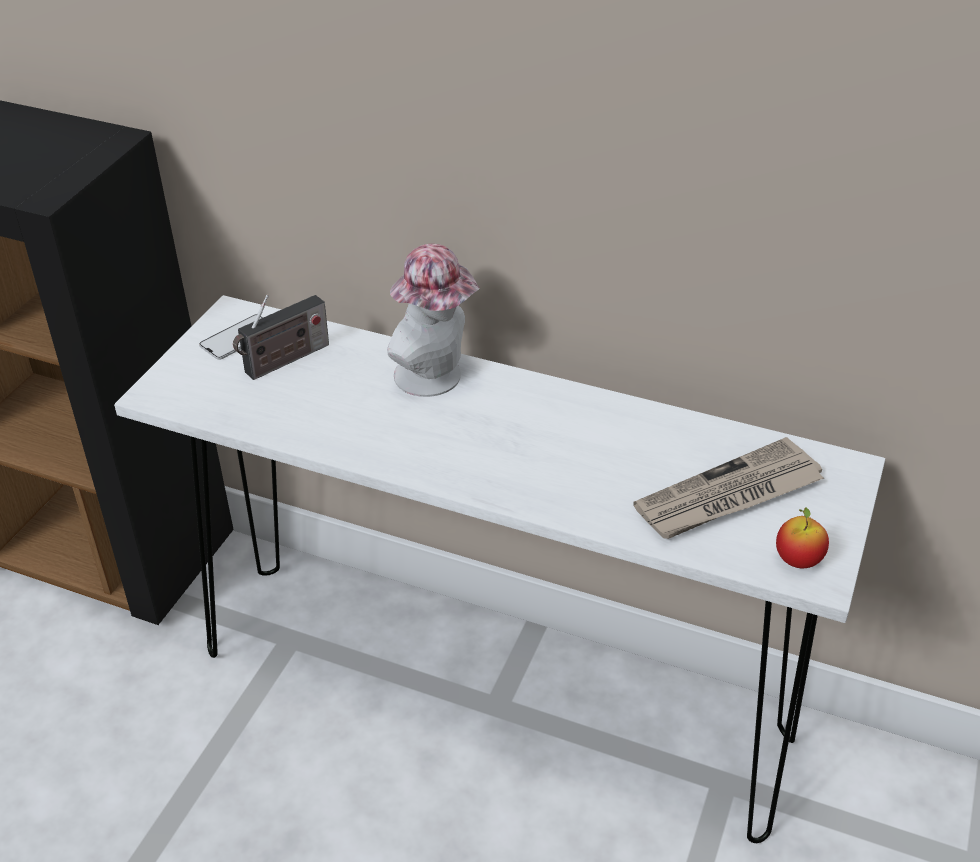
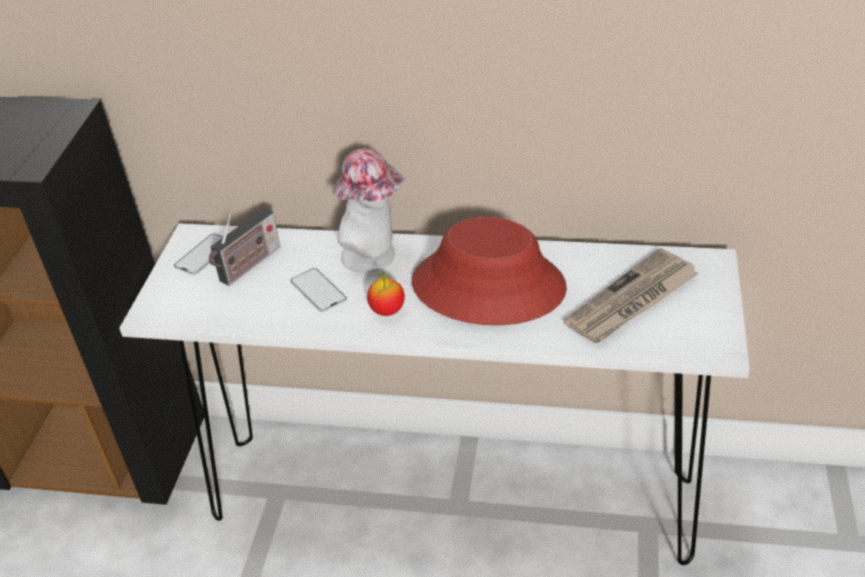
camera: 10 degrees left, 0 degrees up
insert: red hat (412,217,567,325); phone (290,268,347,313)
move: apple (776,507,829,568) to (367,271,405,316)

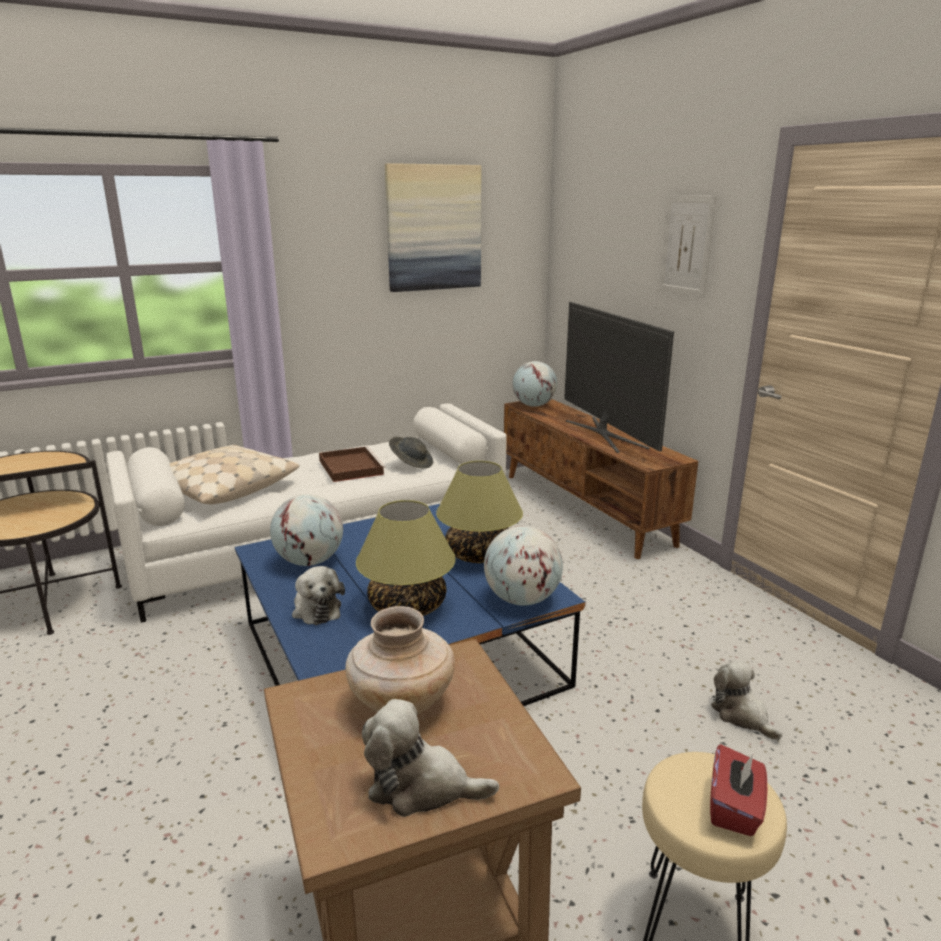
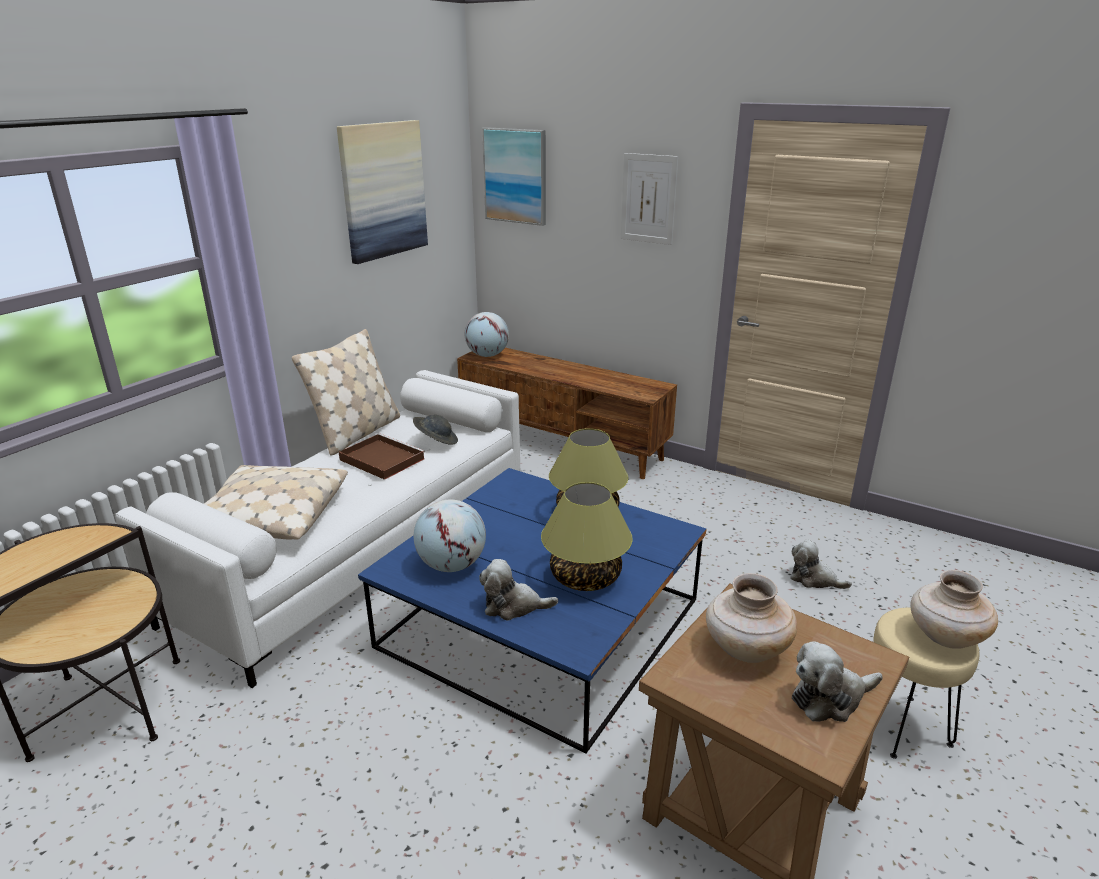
camera: 30 degrees left, 5 degrees up
delete: television (564,302,674,453); globe (484,526,563,606)
insert: picture (482,127,546,226); beige pillow (292,329,400,455)
replace: red tissue box (710,744,767,836) to beige vase (910,570,998,649)
rotate: plush toy (292,566,345,625) = (479,559,558,621) 150 degrees clockwise

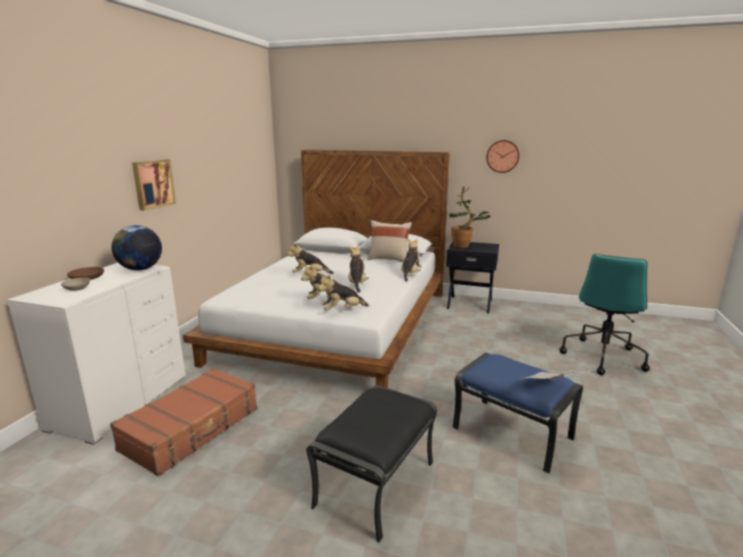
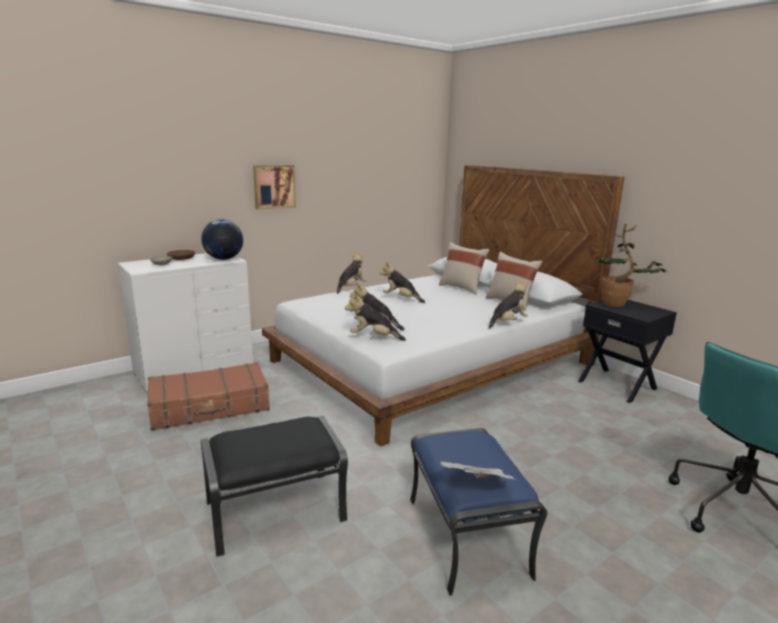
camera: 35 degrees right, 0 degrees up
delete: wall clock (486,140,520,173)
insert: beige pillow (439,242,490,294)
move: plush toy (348,246,369,293) to (337,251,366,294)

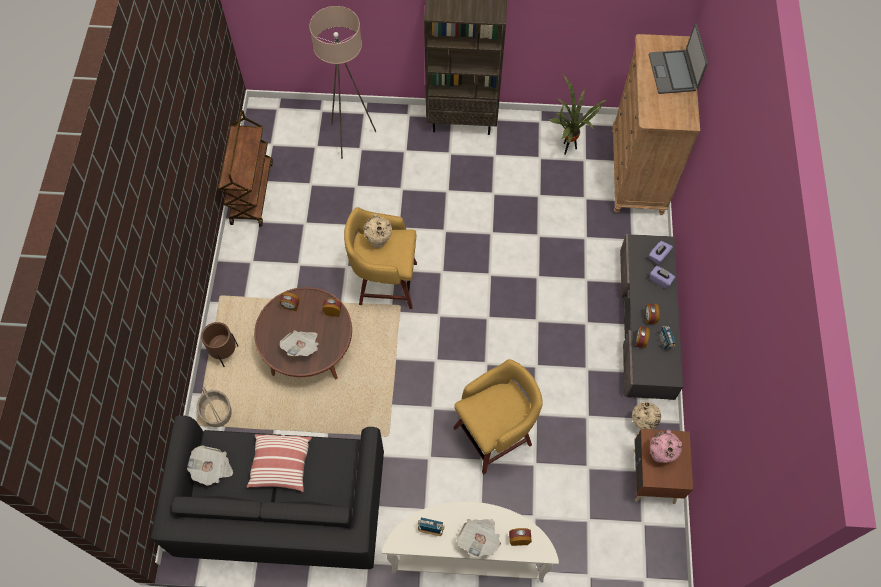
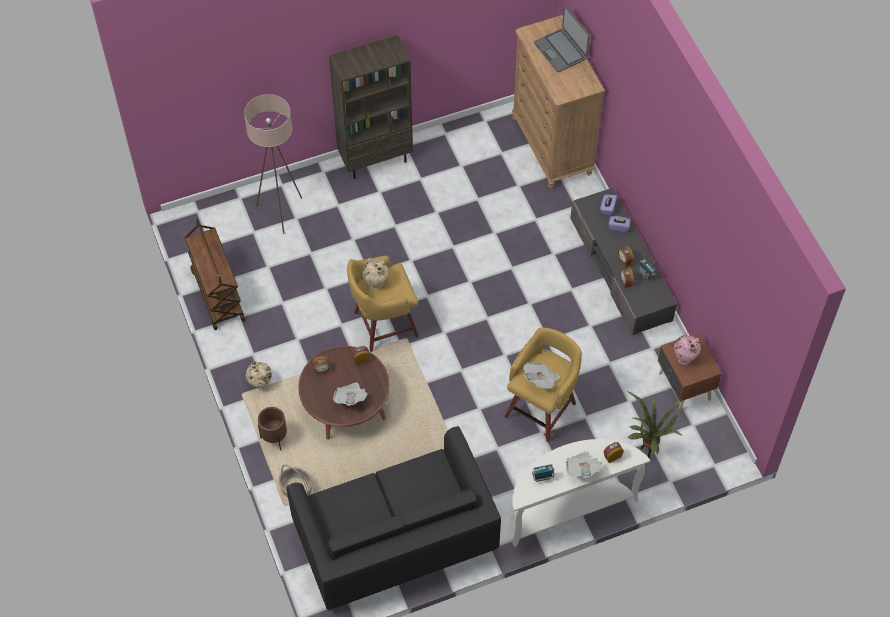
camera: 25 degrees left, 5 degrees down
delete: pillow (247,434,312,492)
move: potted plant (549,75,608,155) to (627,392,683,458); beige vase (632,402,661,429) to (246,361,272,387); newspaper (187,445,233,486) to (523,363,560,389)

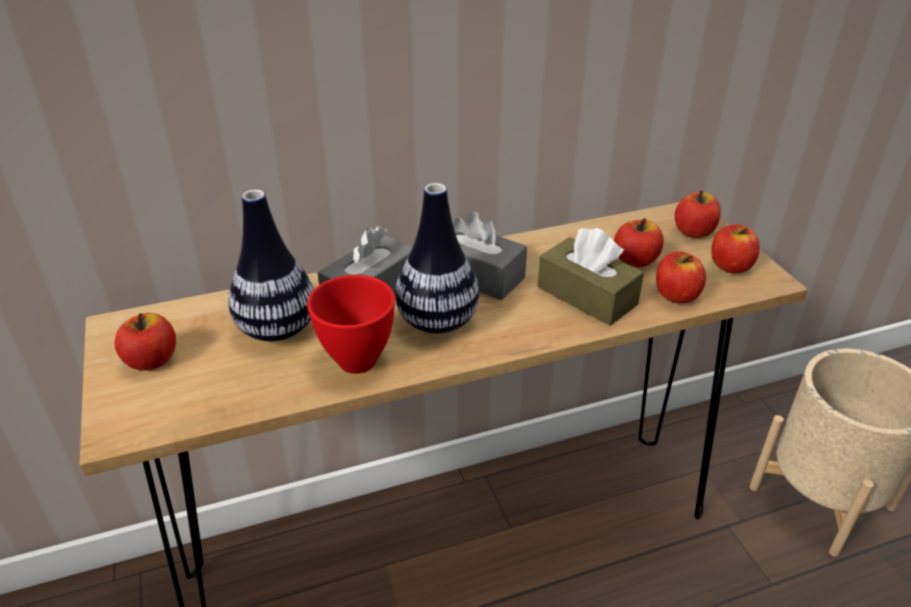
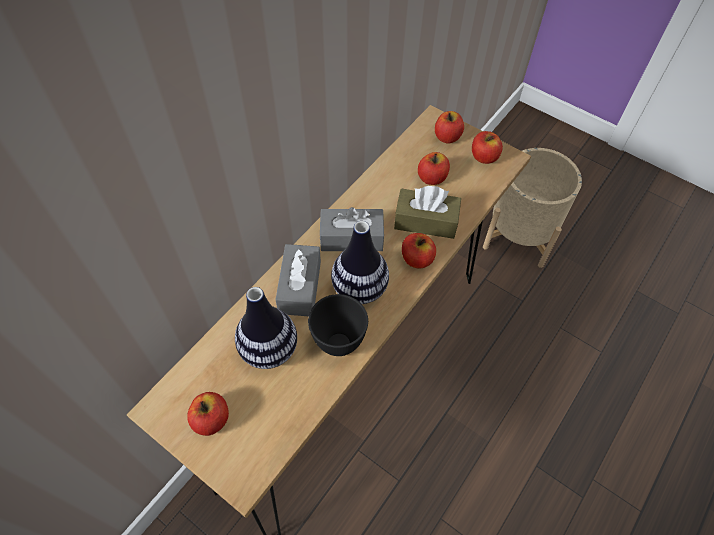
camera: 35 degrees left, 20 degrees up
move: apple (656,251,706,303) to (402,233,436,268)
recolor: red bowl (307,275,395,374) to black bowl (308,294,368,356)

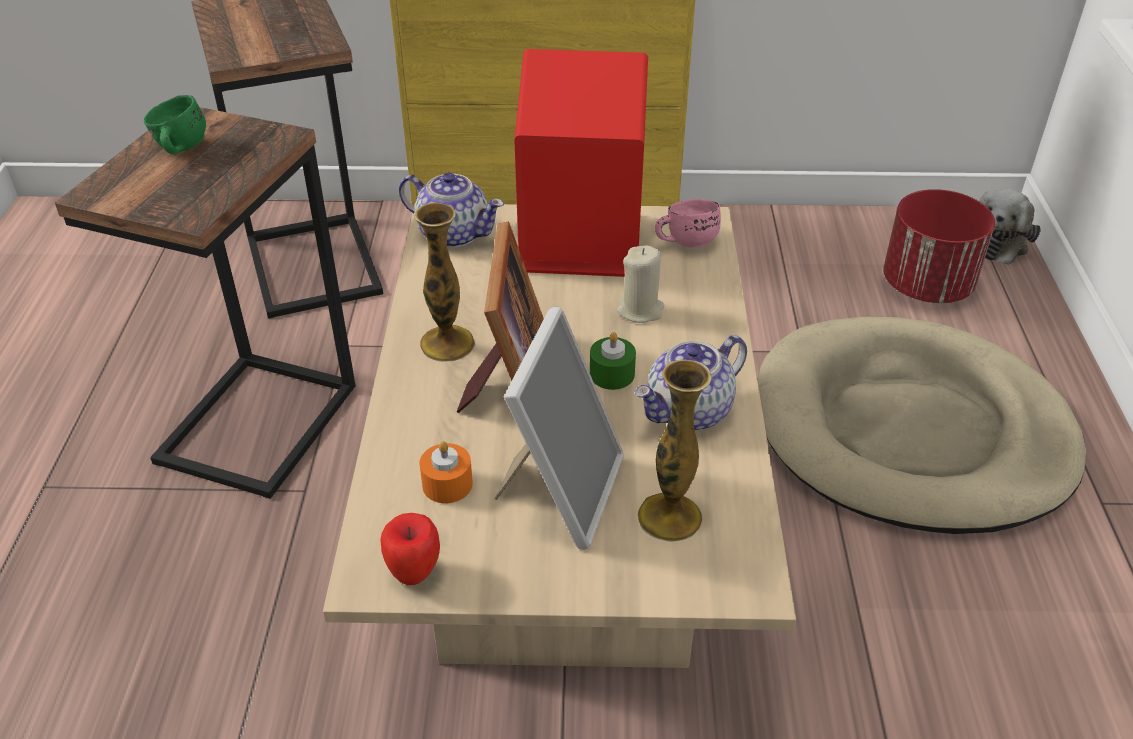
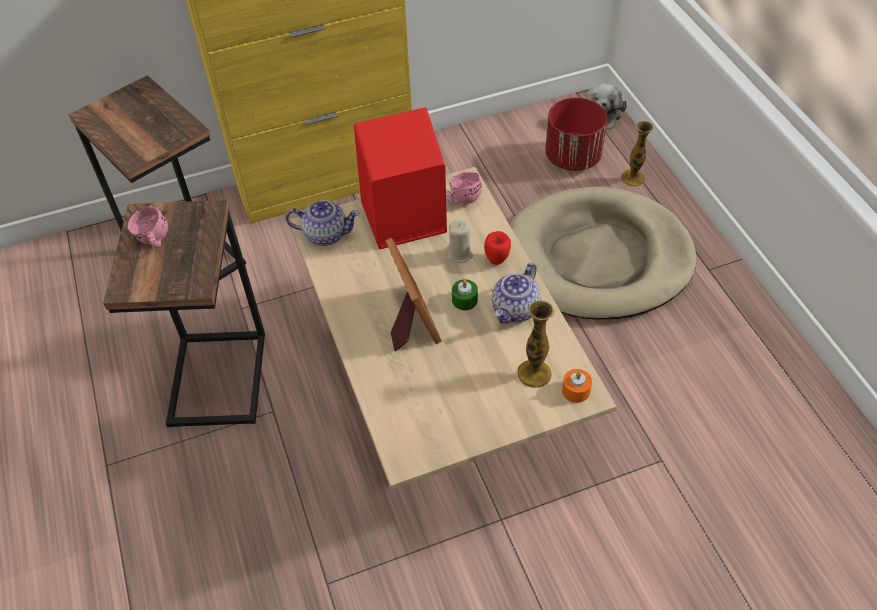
camera: 20 degrees left, 10 degrees up
delete: picture frame (495,307,624,550)
move: vase (414,202,476,362) to (621,121,654,187); orange candle (419,441,473,503) to (562,369,592,403); apple (380,513,440,585) to (484,231,511,265)
recolor: green mug (144,95,206,154) to pink mug (128,206,168,248)

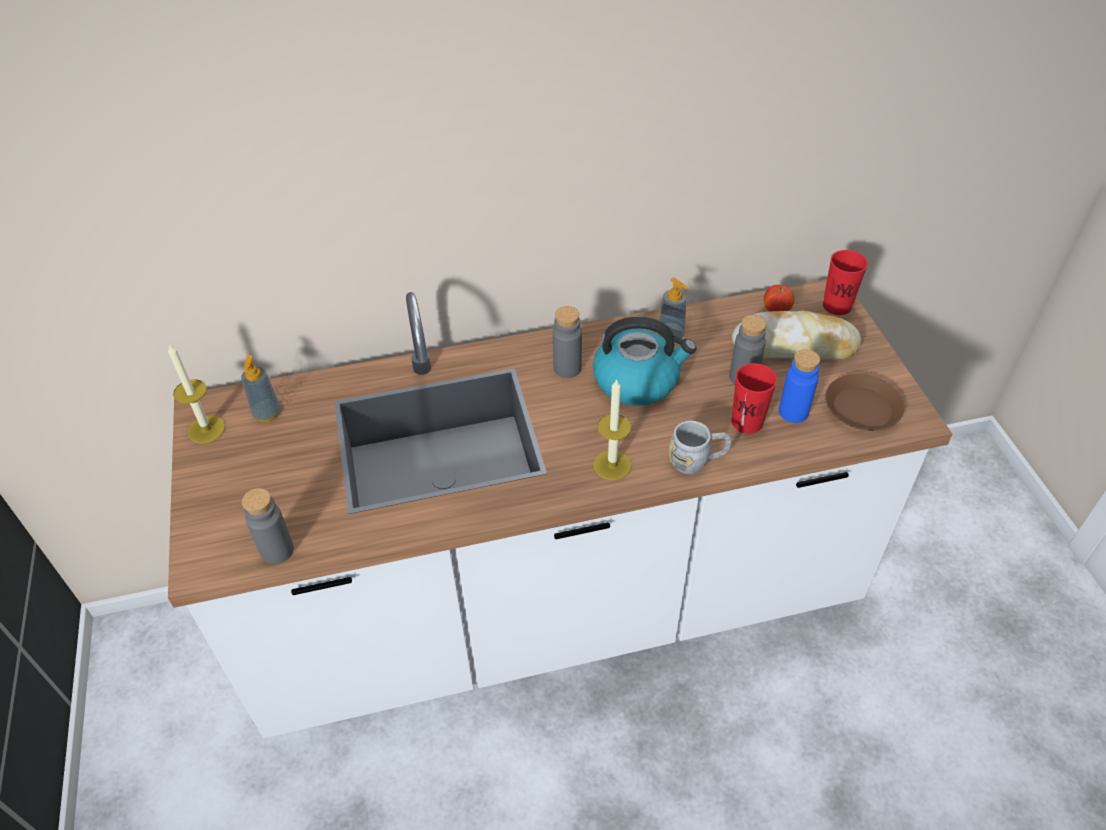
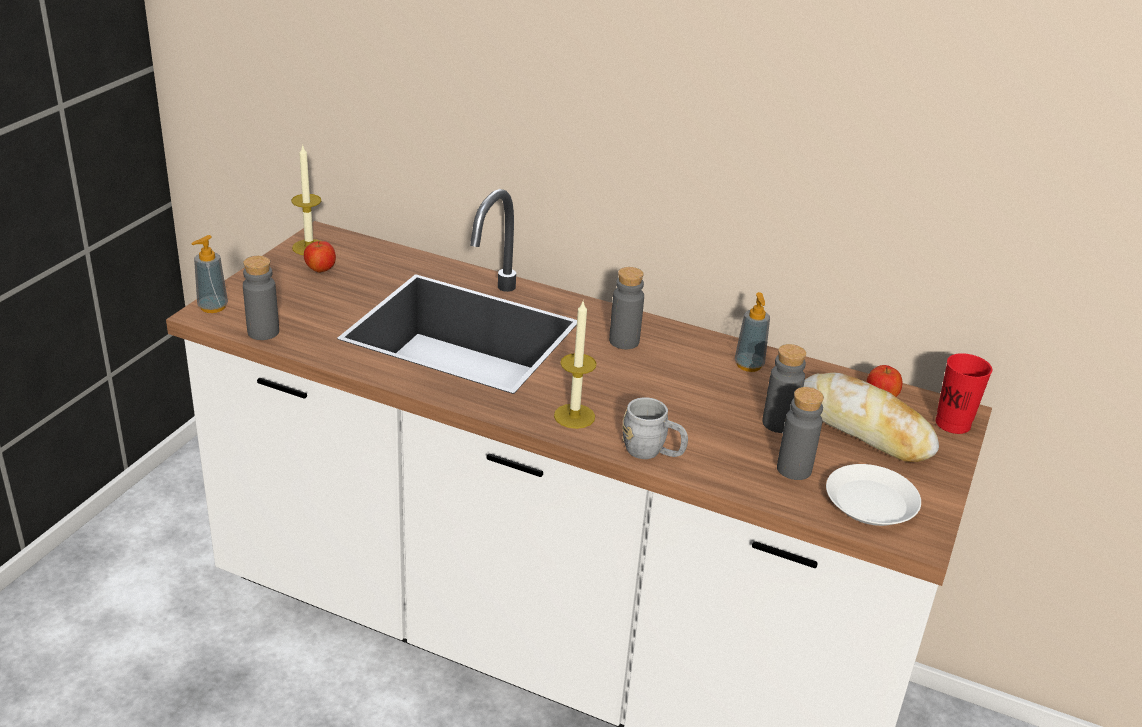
camera: 35 degrees right, 15 degrees down
delete: kettle (593,317,696,406); red cup (731,363,777,434)
insert: apple (304,241,336,273)
move: soap dispenser (241,355,280,422) to (191,235,228,313)
recolor: blue bottle (779,349,820,423) to grey bottle (777,387,824,480); brown plate (825,374,904,431) to white plate (826,464,921,526)

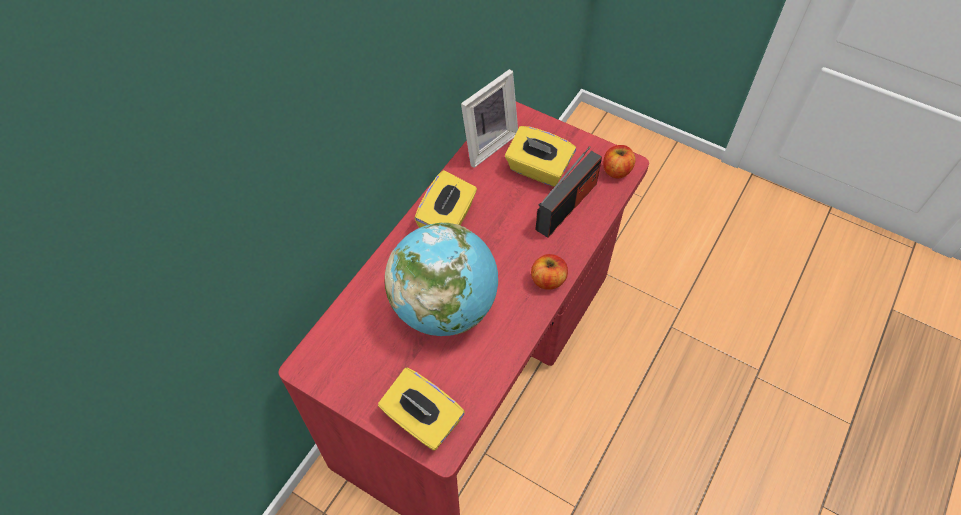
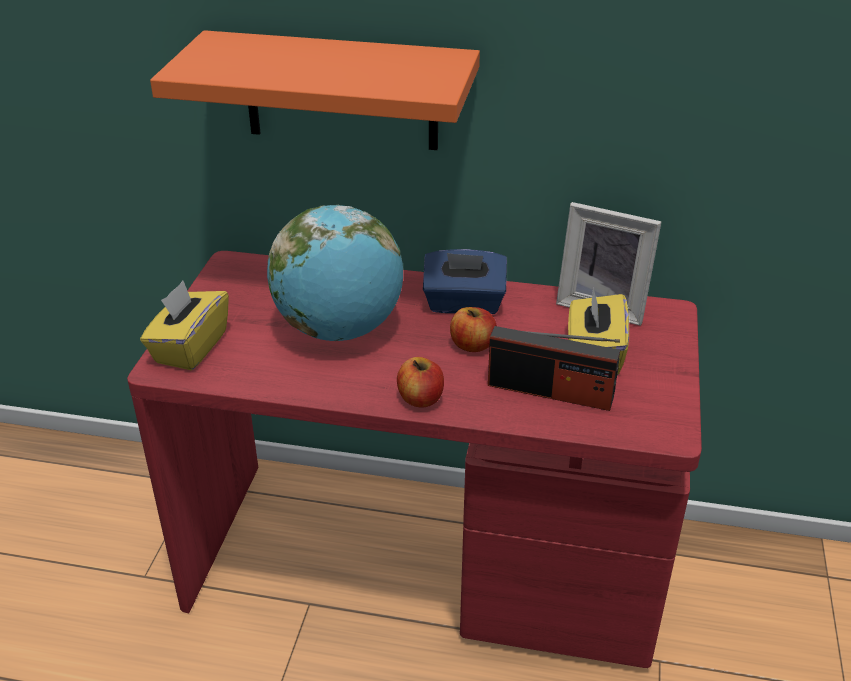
camera: 70 degrees right, 20 degrees down
insert: orange shelf (150,30,480,150)
move: apple (603,145,635,178) to (450,307,497,352)
recolor: yellow tissue box (414,170,477,228) to blue tissue box (423,249,507,314)

